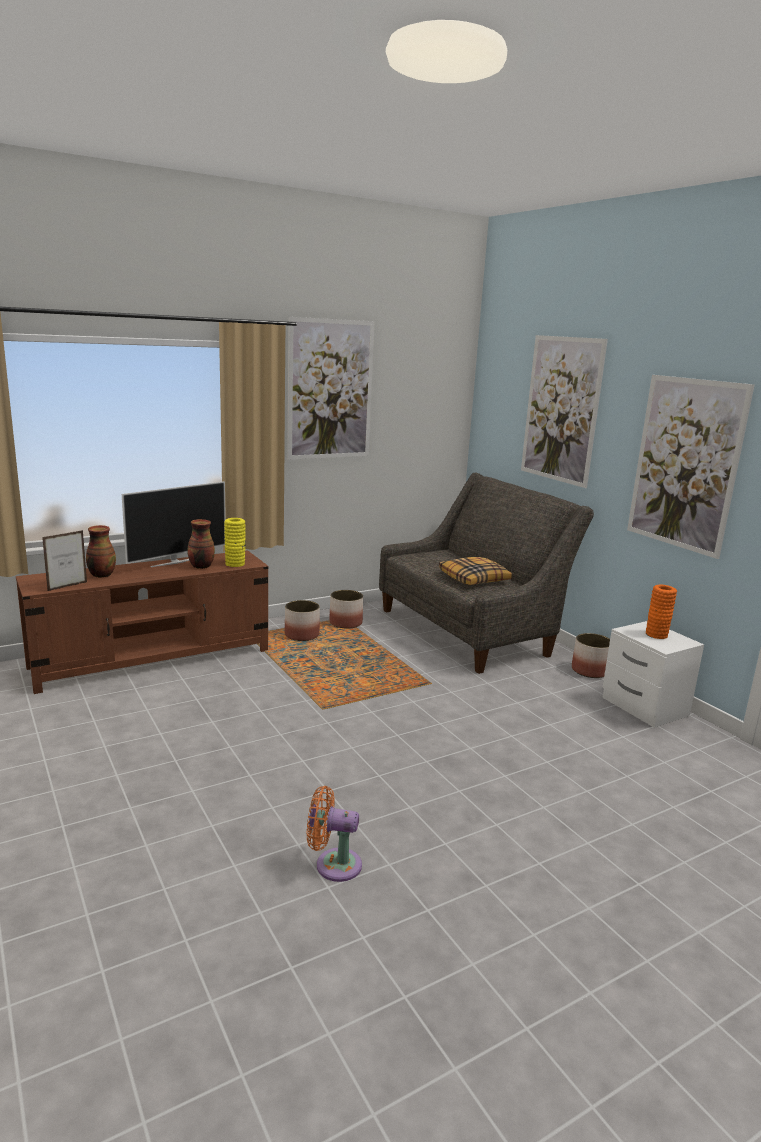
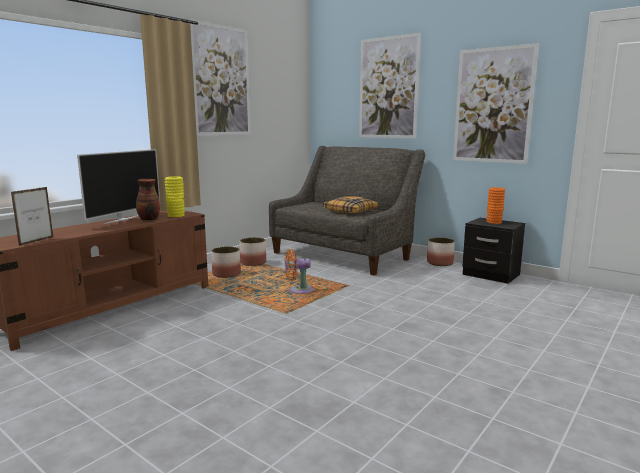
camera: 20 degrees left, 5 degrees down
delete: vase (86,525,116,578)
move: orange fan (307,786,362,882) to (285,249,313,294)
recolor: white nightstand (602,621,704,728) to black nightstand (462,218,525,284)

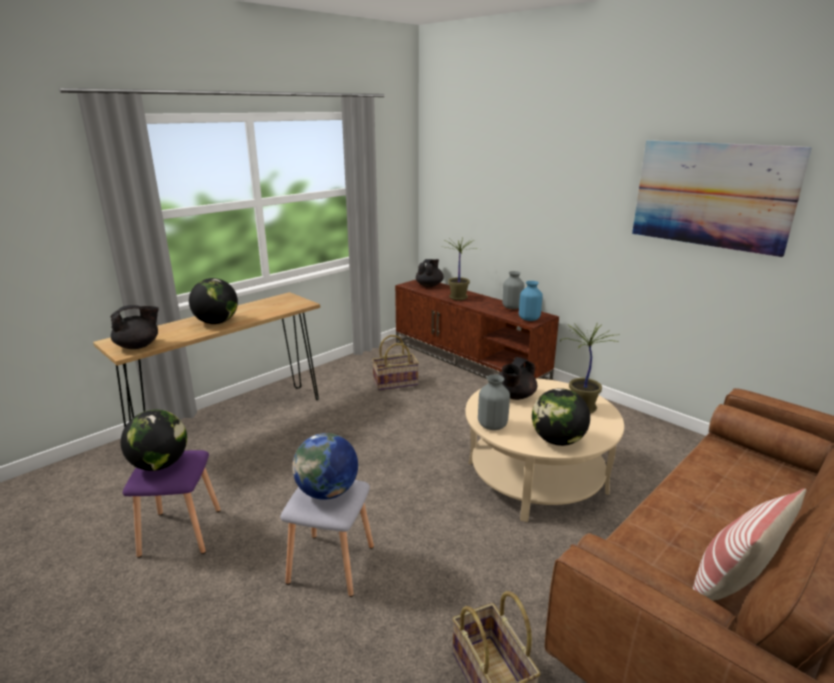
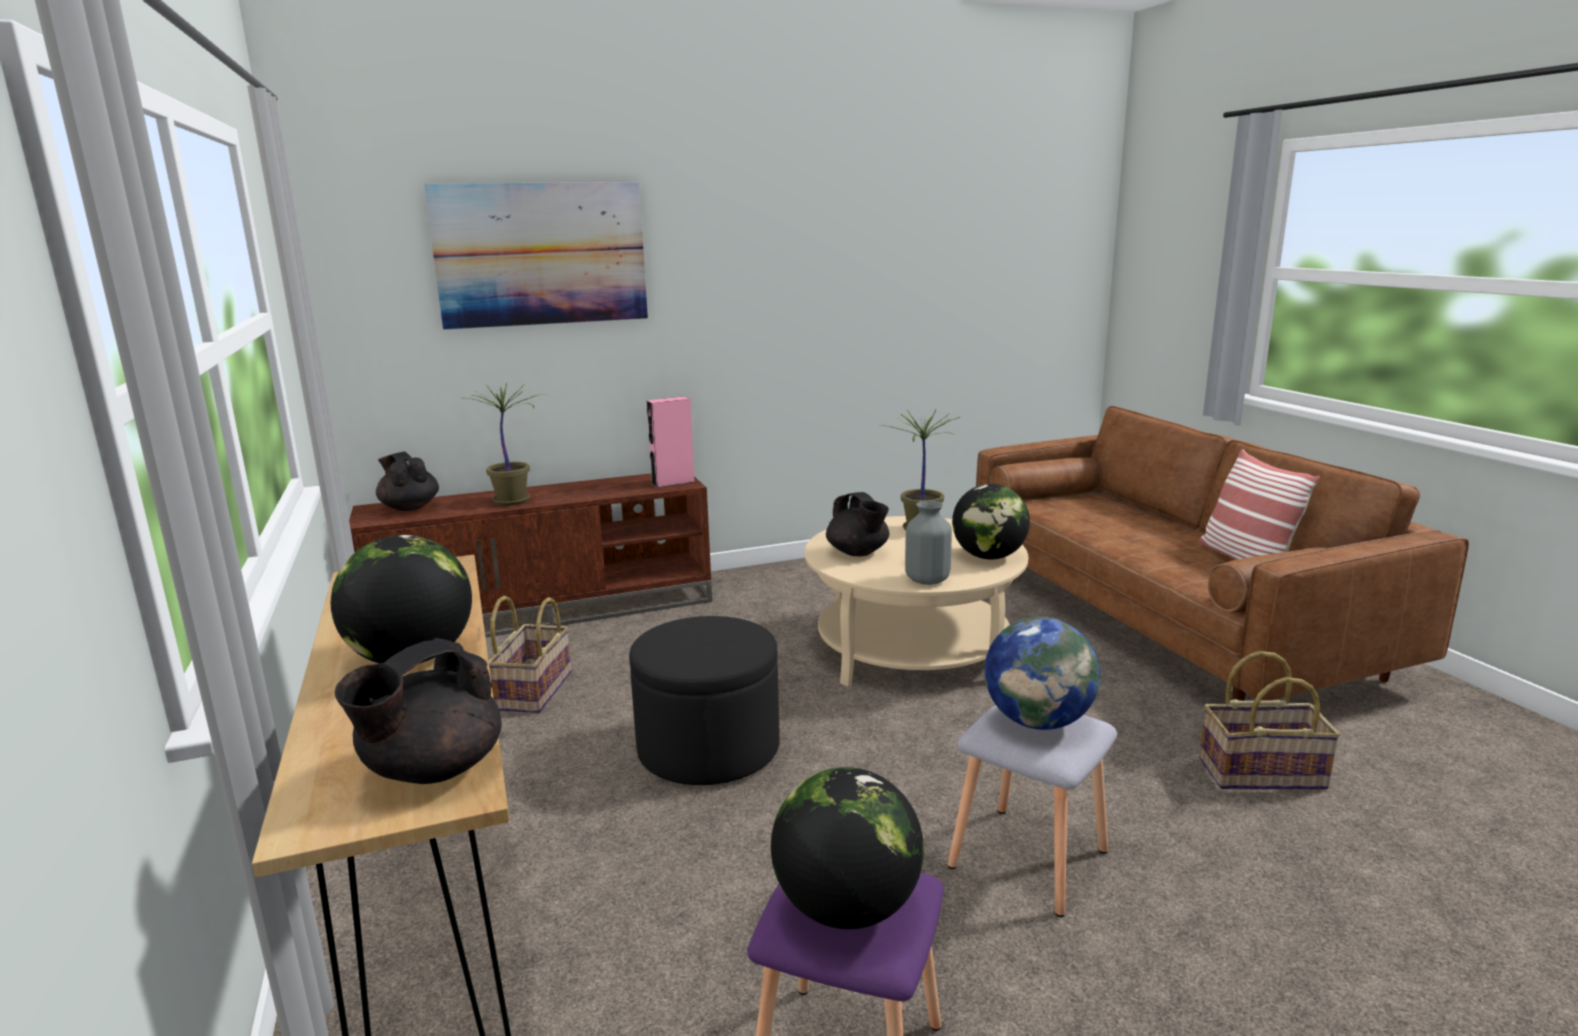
camera: 65 degrees left, 5 degrees down
delete: grey vase (502,271,524,309)
insert: black ottoman (629,616,780,785)
move: picture (632,140,812,257) to (424,182,648,330)
replace: blue vase (519,281,543,321) to pink speaker (647,396,695,488)
rotate: black teapot (111,305,159,349) = (335,638,502,784) 135 degrees counterclockwise

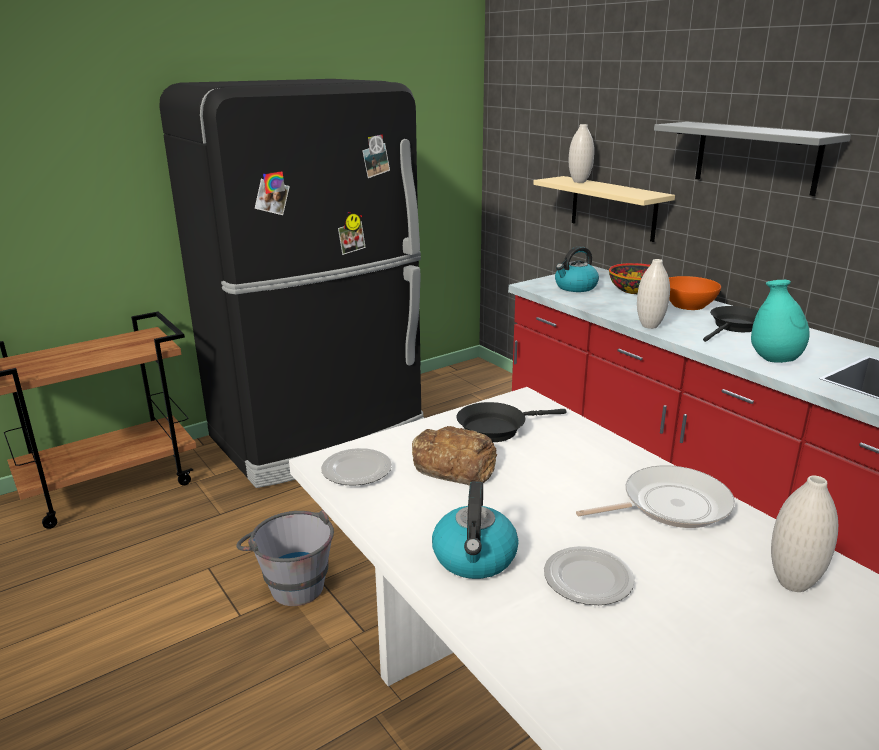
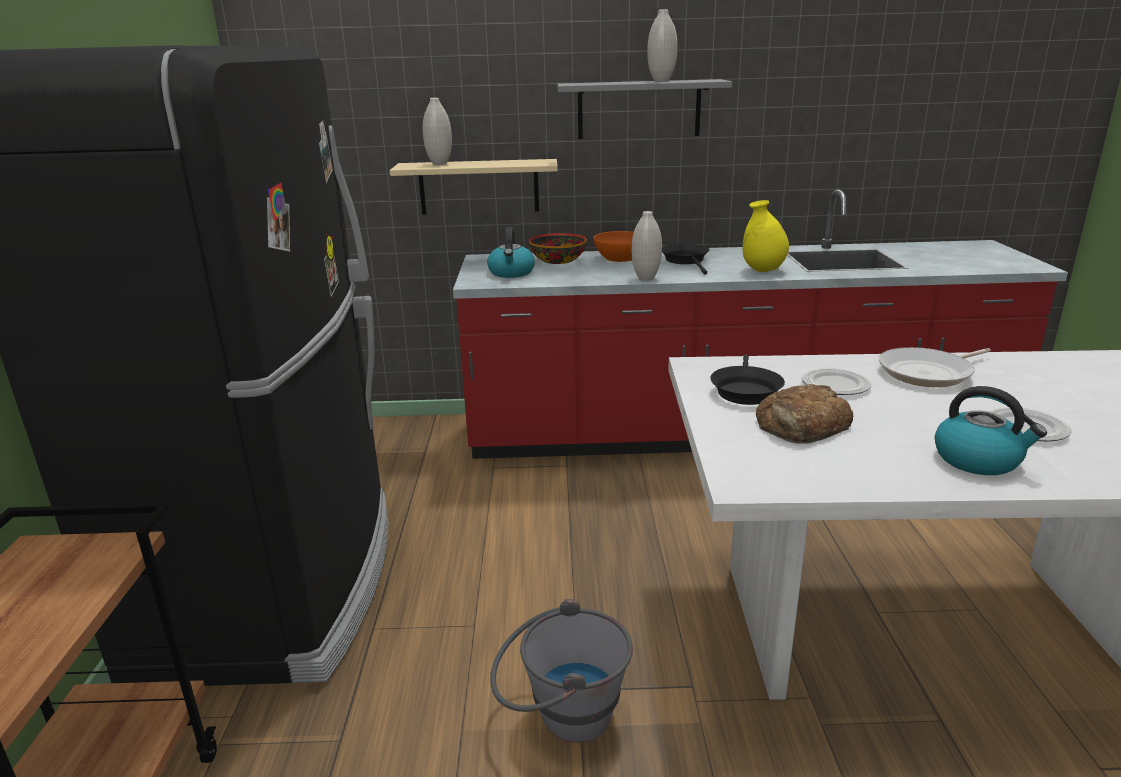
camera: 55 degrees left, 0 degrees up
move: plate (321,448,392,486) to (802,368,872,395); white vase (771,476,838,592) to (647,9,677,82)
recolor: turquoise vase (751,280,810,363) to yellow vase (743,200,789,272)
rotate: frying pan (576,465,735,528) = (878,347,991,387) 135 degrees counterclockwise

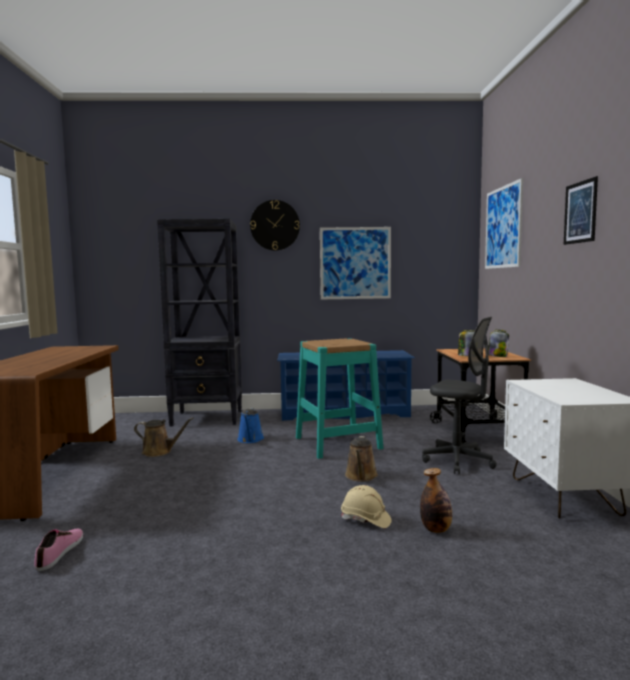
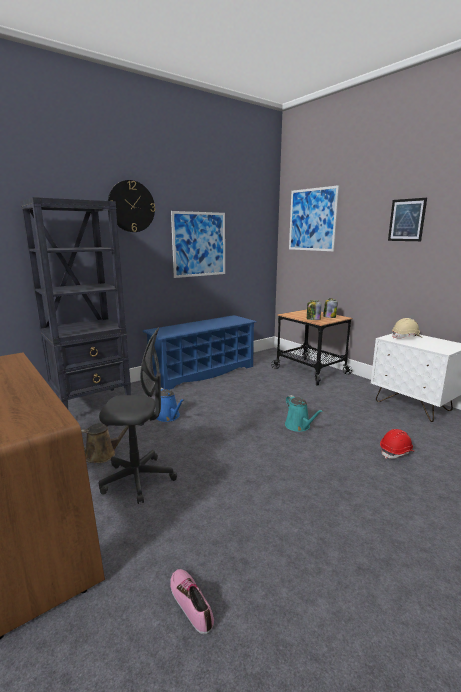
camera: 35 degrees left, 10 degrees up
delete: turquoise stool (296,338,384,459)
move: grey office chair (422,317,497,474) to (99,327,177,504); beige hard hat (341,485,392,528) to (392,318,422,339)
replace: bottle (420,468,452,533) to red hard hat (380,429,414,459)
recolor: brown watering can (345,436,378,482) to turquoise watering can (285,395,323,432)

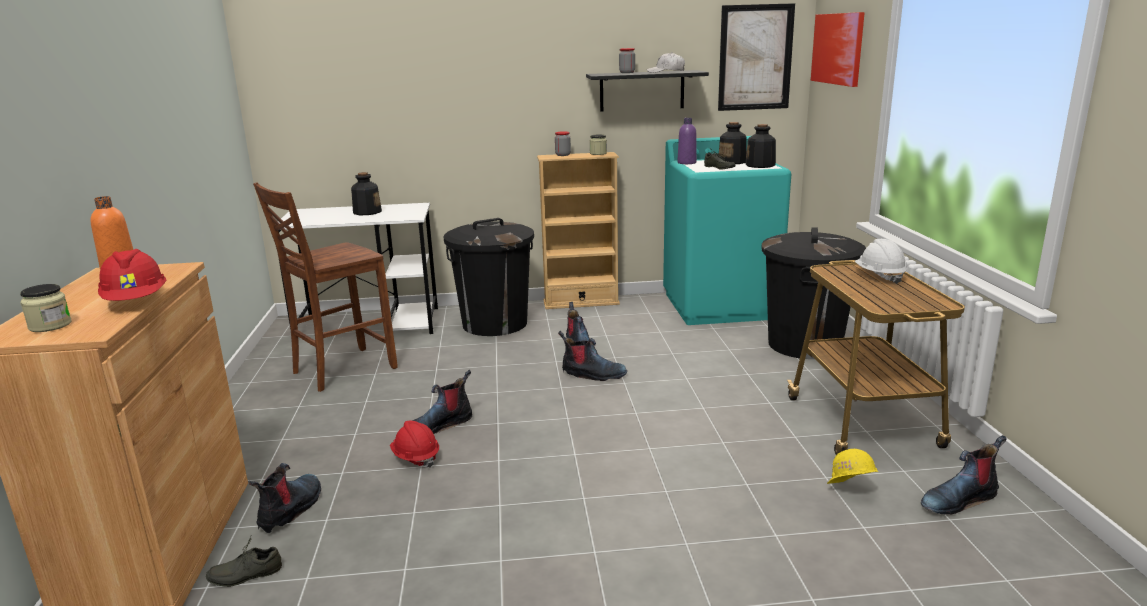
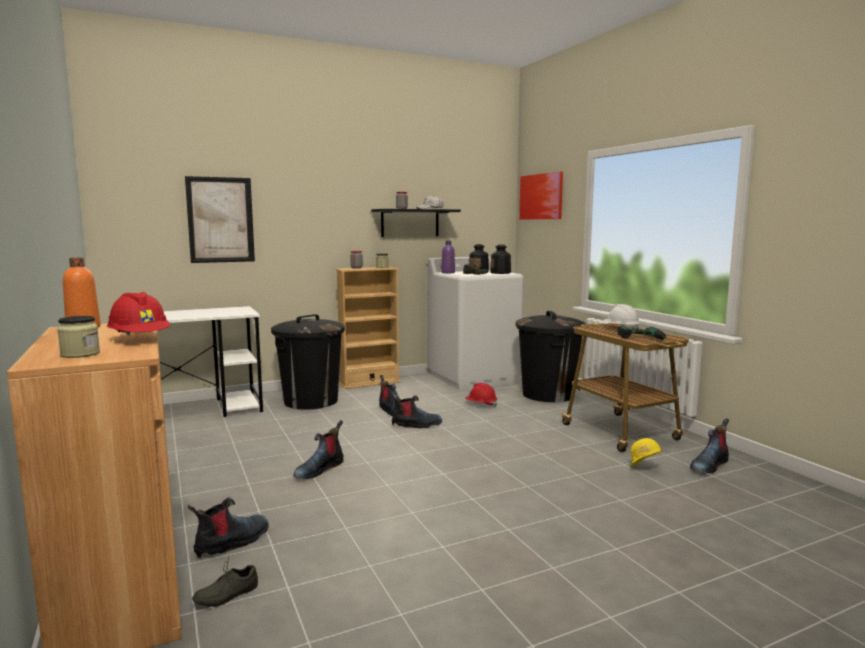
camera: 20 degrees left, 10 degrees down
delete: bottle (351,172,382,215); brown chair (253,182,398,392)
insert: power drill (618,326,667,340)
move: picture (718,3,795,111) to (185,176,255,263); red hard hat (390,421,439,468) to (465,383,497,407)
recolor: turquoise washing machine (663,136,791,325) to white washing machine (427,257,524,390)
rotate: boot (249,463,321,533) = (188,497,269,558) 45 degrees clockwise

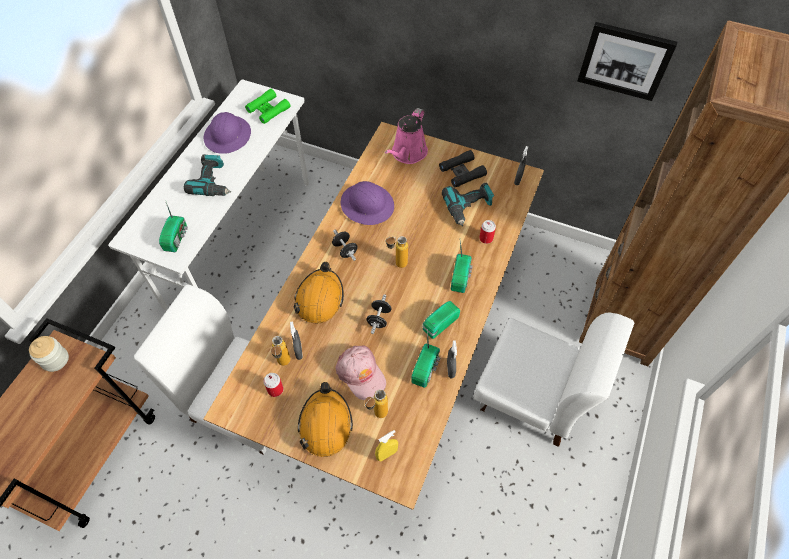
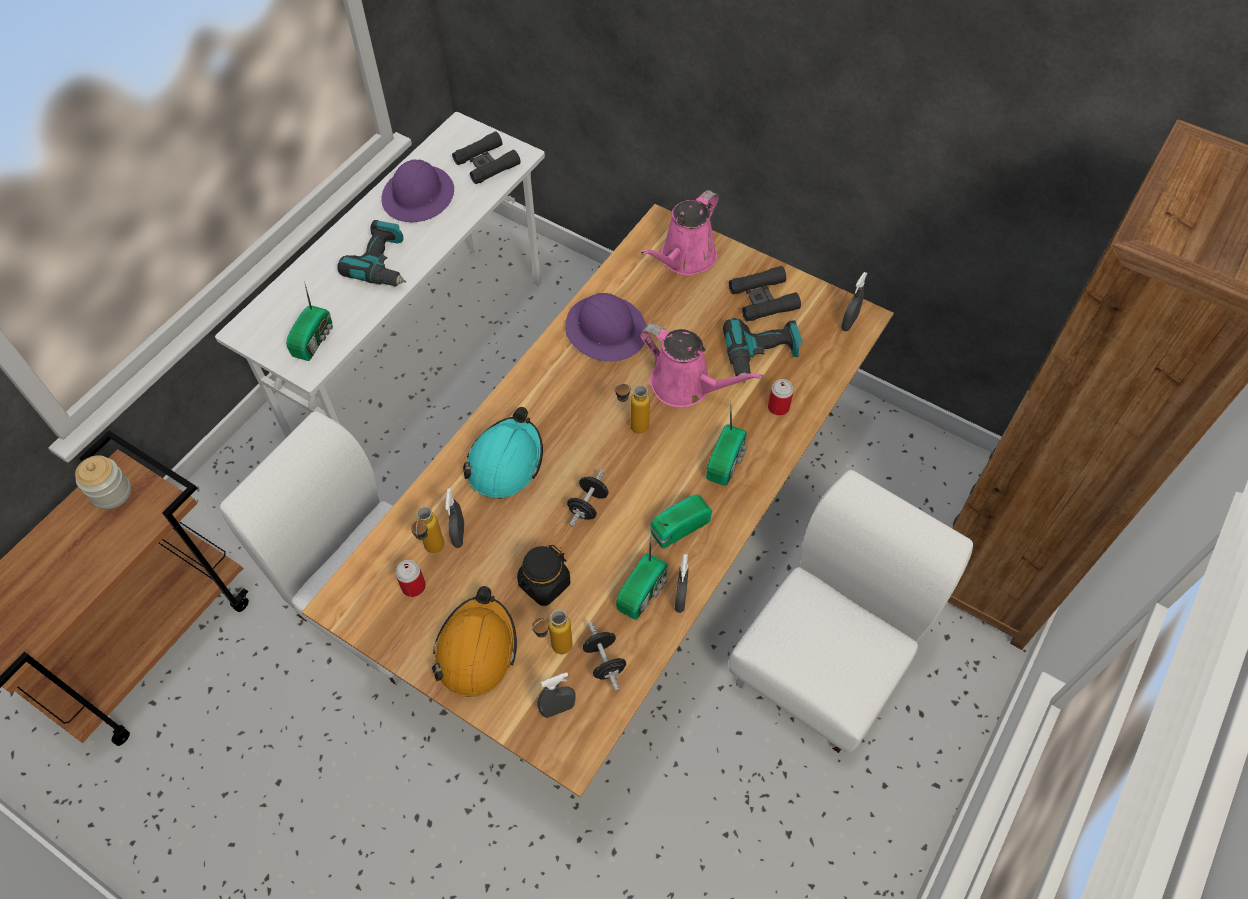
camera: 10 degrees right, 0 degrees up
delete: picture (578,22,678,101)
insert: pink watering can (640,324,764,408)
move: black dumbbell (332,230,358,261) to (583,622,626,691)
replace: pink cap (335,345,386,400) to black jar (517,545,570,606)
recolor: green binoculars (245,89,290,124) to black binoculars (452,131,521,184); orange hard hat (293,262,344,323) to turquoise hard hat (463,407,543,498); yellow spray bottle (375,430,398,461) to grey spray bottle (538,672,576,718)
rotate: white chair (474,313,634,447) = (729,470,973,753) 90 degrees counterclockwise

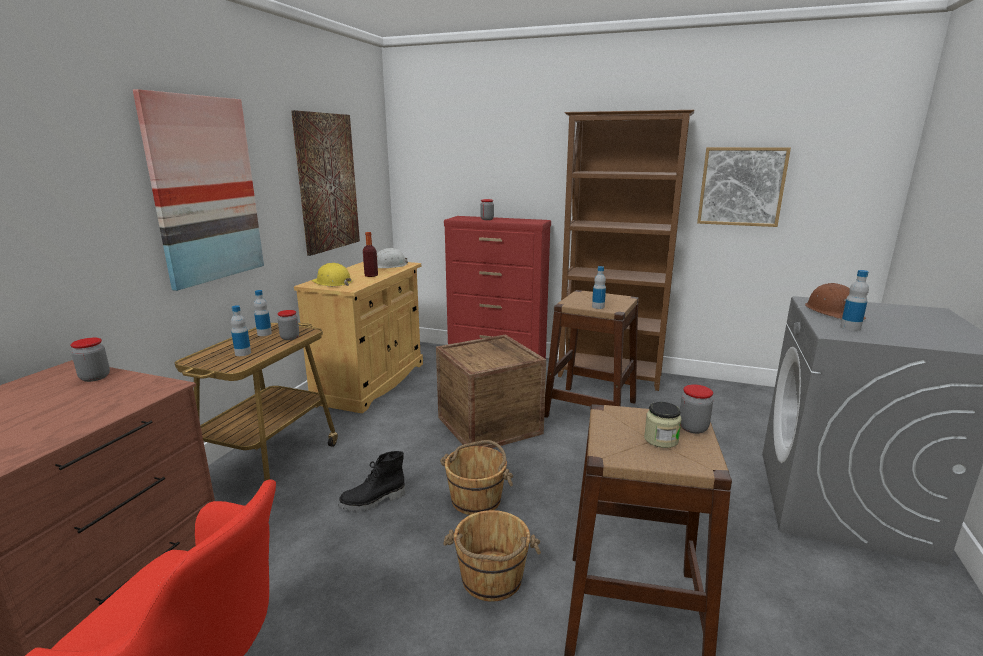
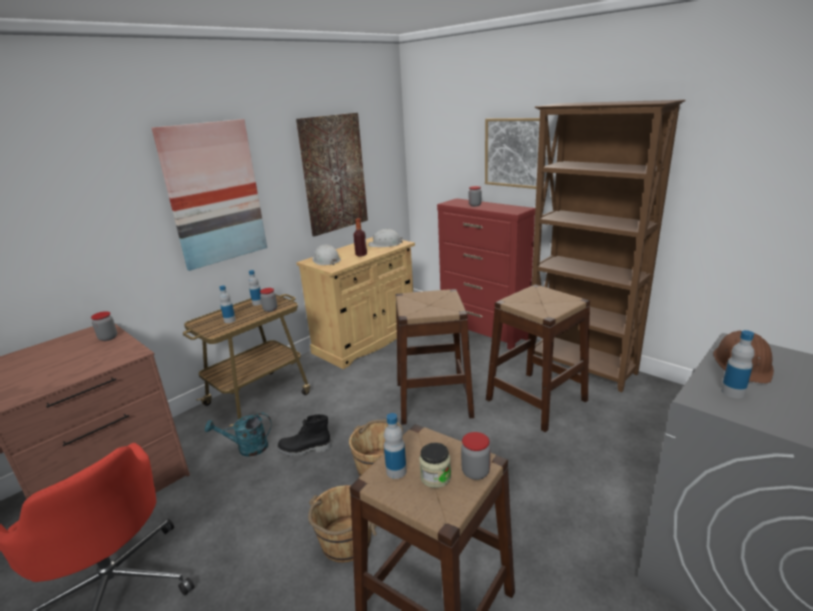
camera: 25 degrees right, 5 degrees up
insert: turquoise watering can (205,412,272,457)
move: picture (697,147,791,227) to (485,118,540,189); bottle (592,266,606,309) to (384,413,407,479)
replace: crate (436,334,546,448) to brown stool (396,289,474,425)
recolor: yellow hard hat (312,263,352,286) to white hard hat (312,244,341,265)

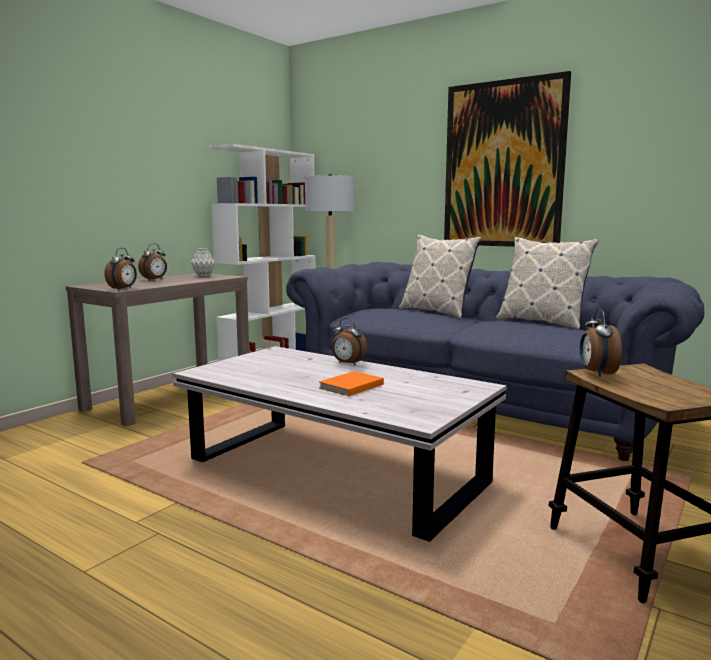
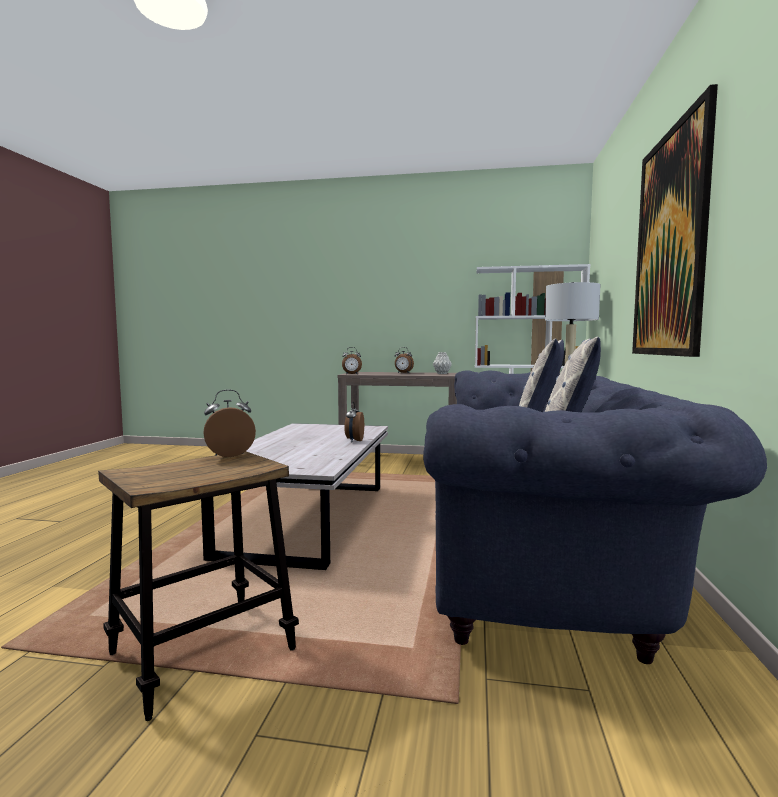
camera: 65 degrees right, 5 degrees down
delete: orange book (319,371,384,396)

